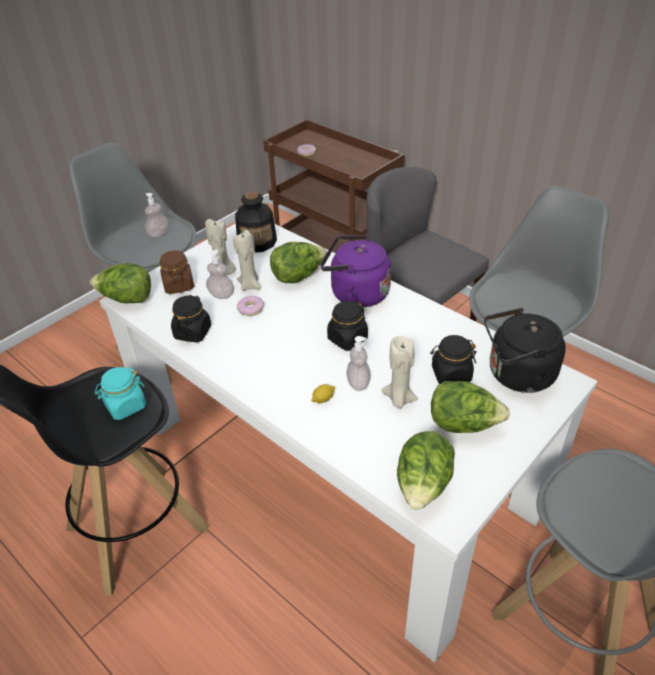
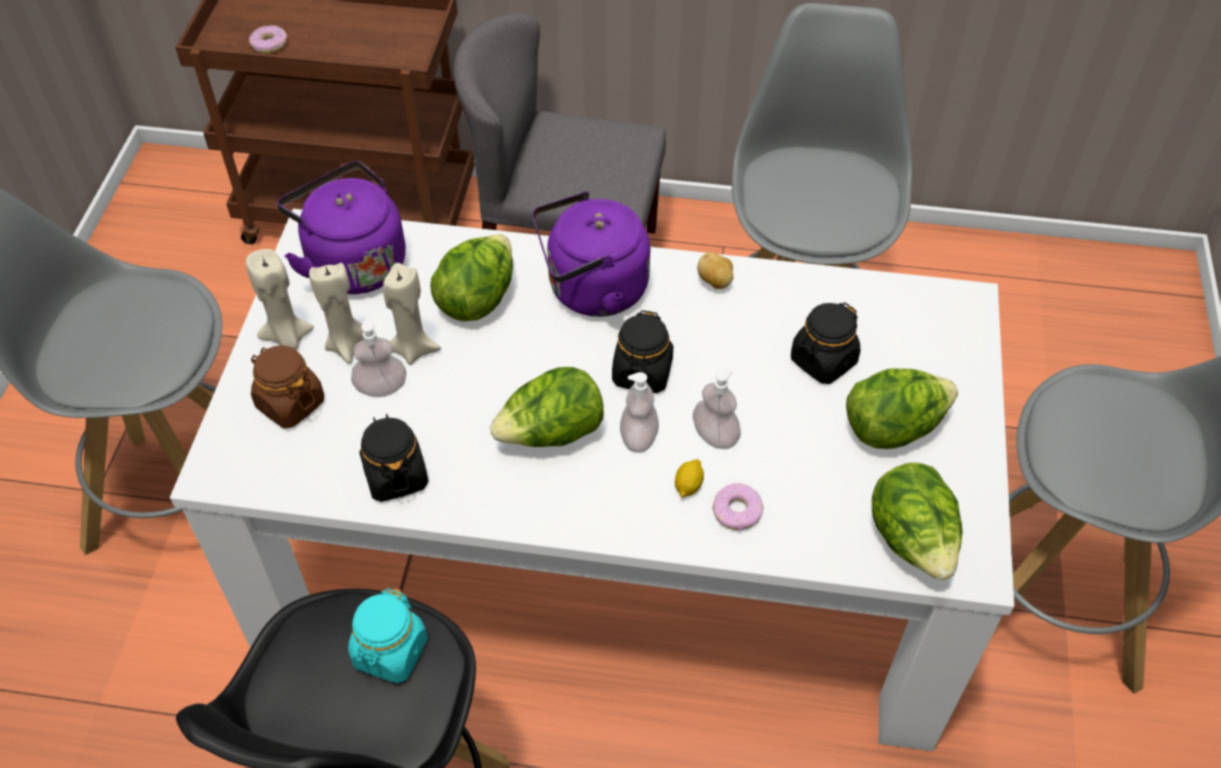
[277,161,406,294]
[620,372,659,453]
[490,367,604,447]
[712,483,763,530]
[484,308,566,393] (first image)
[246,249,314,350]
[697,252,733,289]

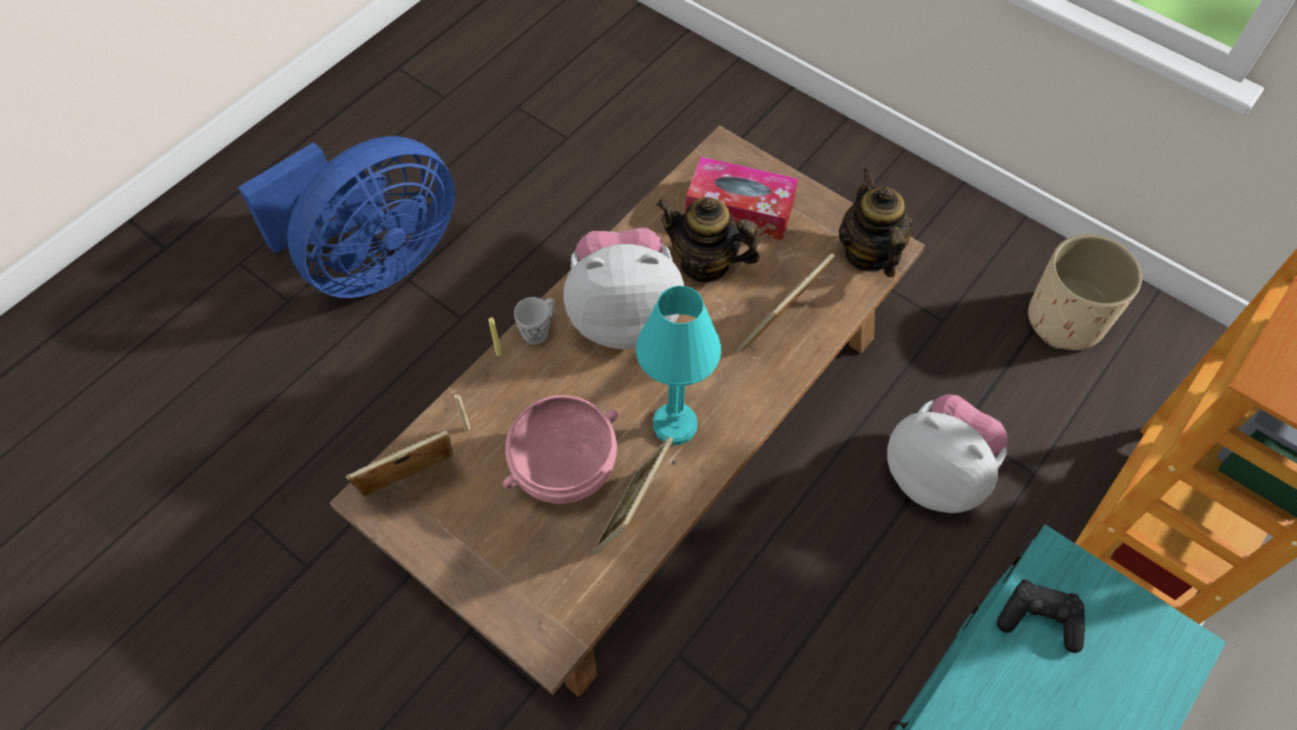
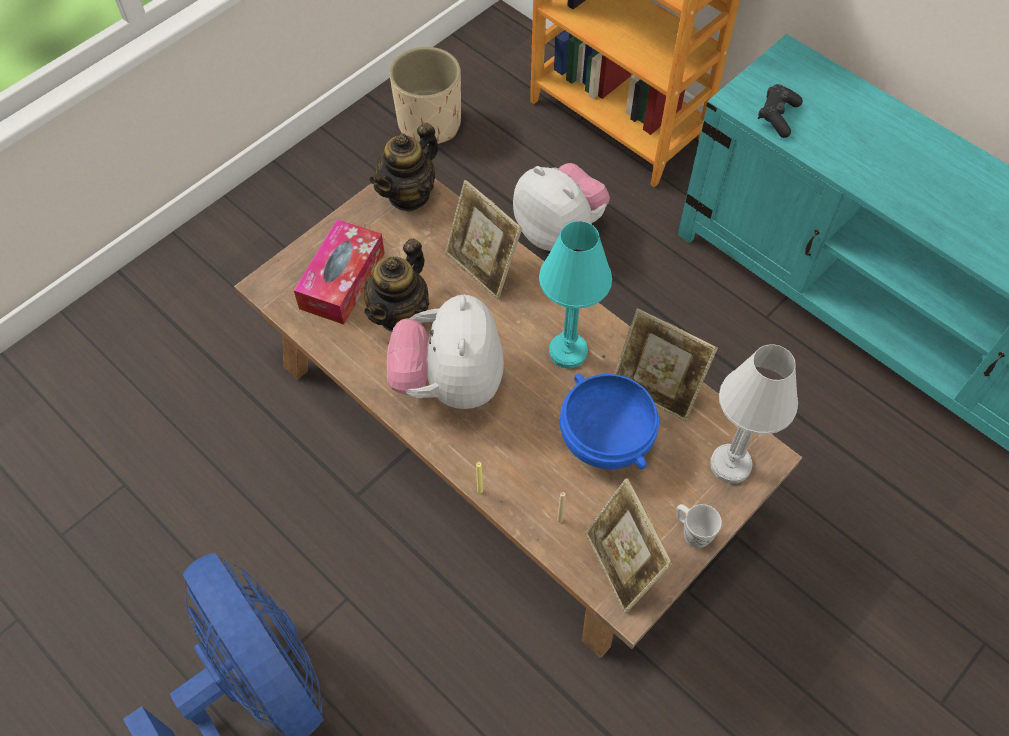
[369,123,439,212]
[677,504,722,548]
[513,163,610,251]
[560,374,659,469]
[710,344,798,484]

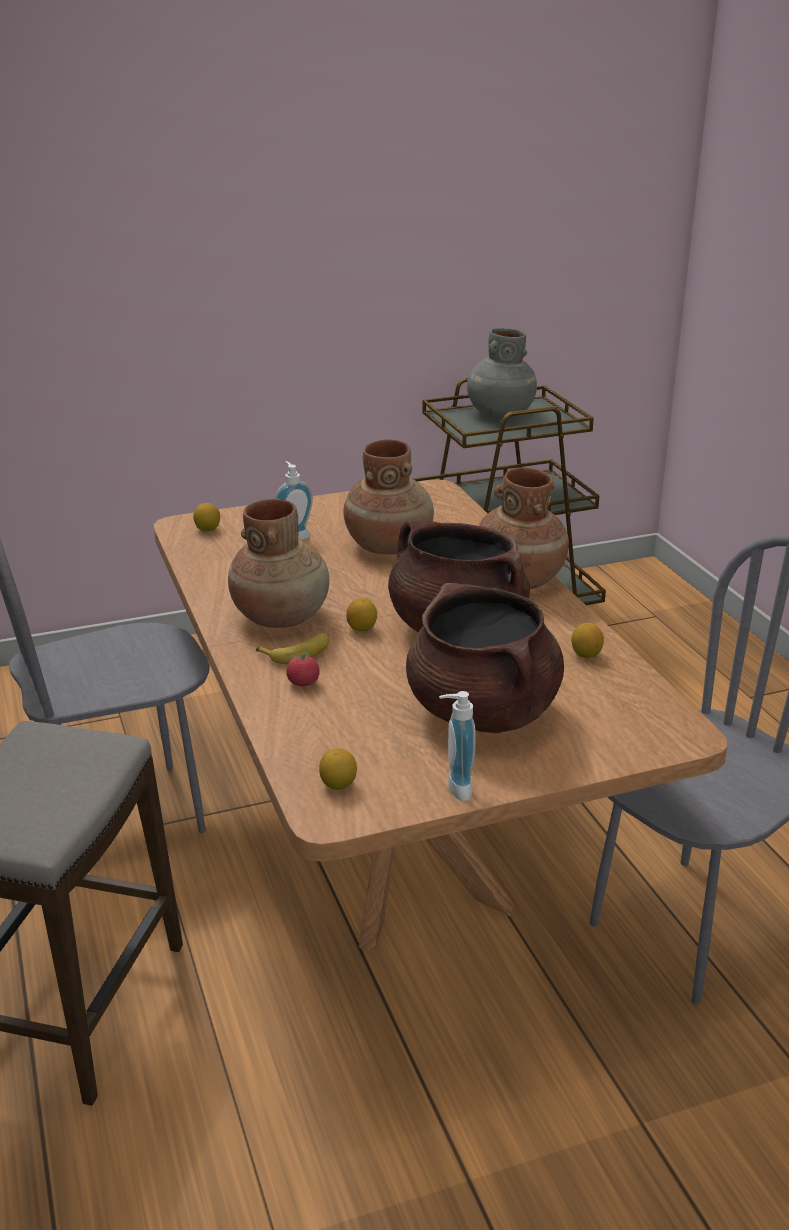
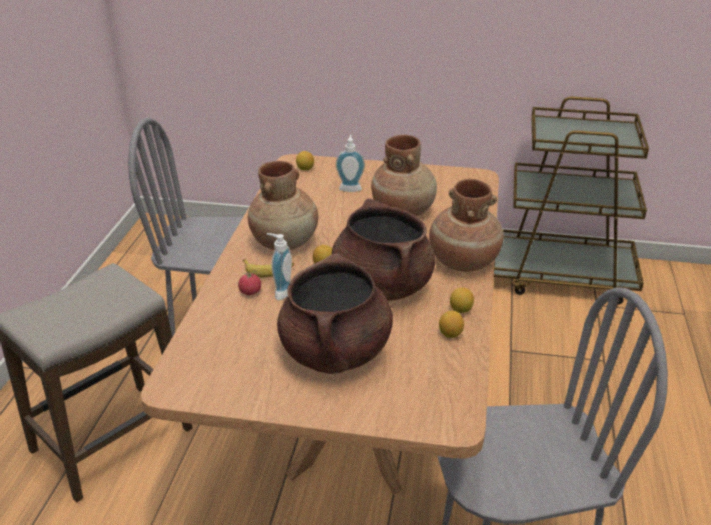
[467,328,537,419] (first image)
[267,233,292,300]
[450,287,474,313]

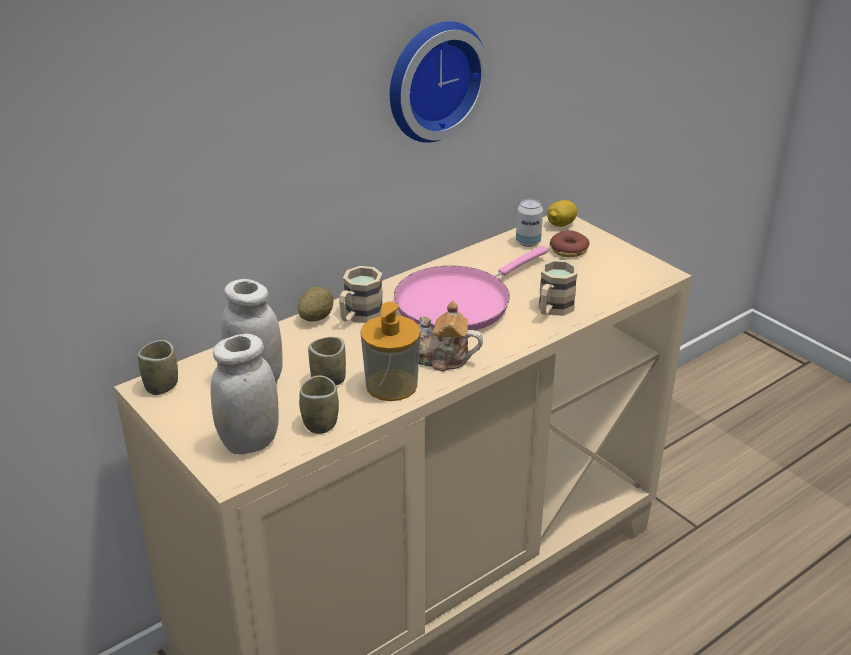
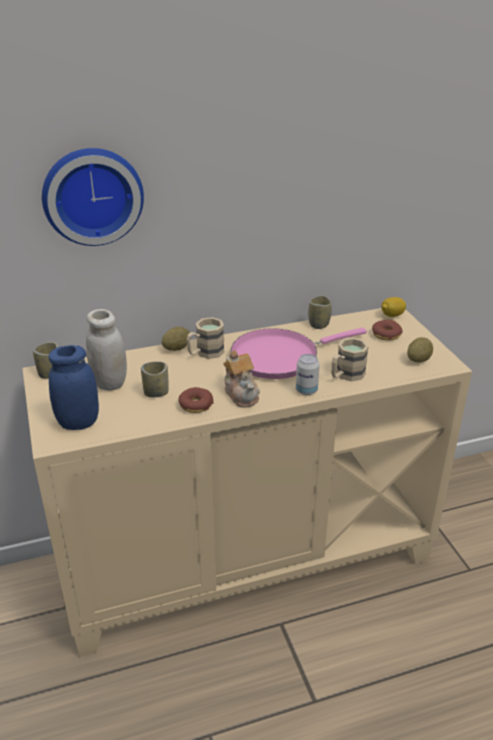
[42,148,144,246]
[296,354,320,395]
[223,350,260,408]
[178,387,214,413]
[49,345,99,430]
[308,295,332,329]
[407,337,433,363]

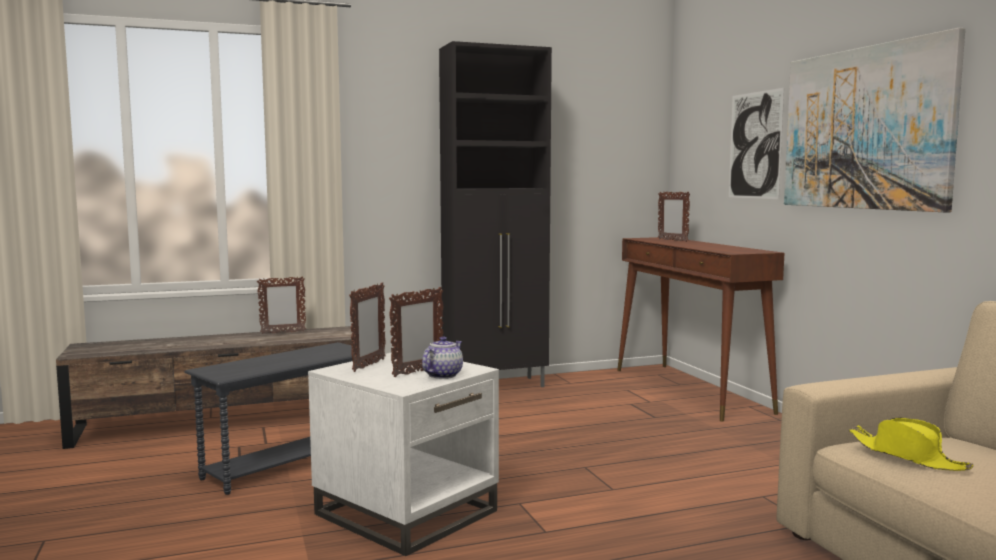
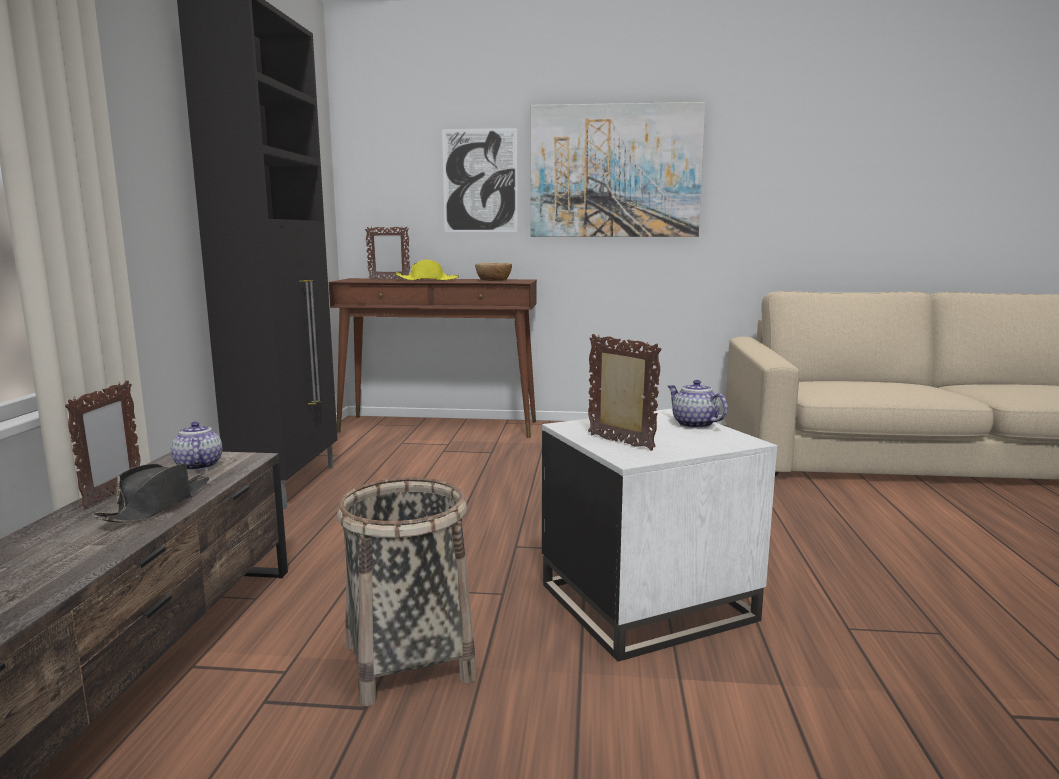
[389,287,444,377] (first image)
[337,477,476,706]
[395,260,459,281]
[475,263,512,281]
[171,422,222,471]
[92,464,210,523]

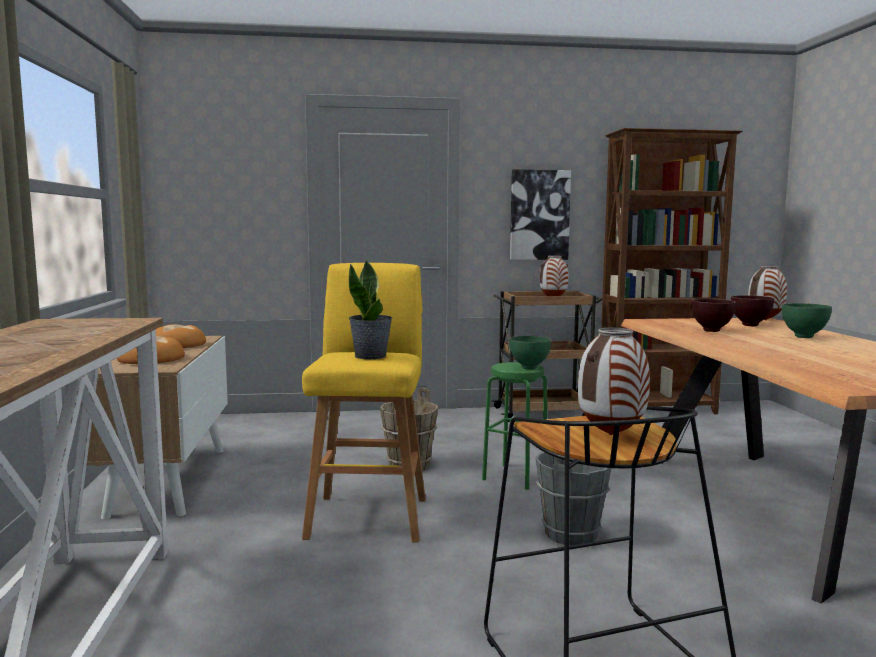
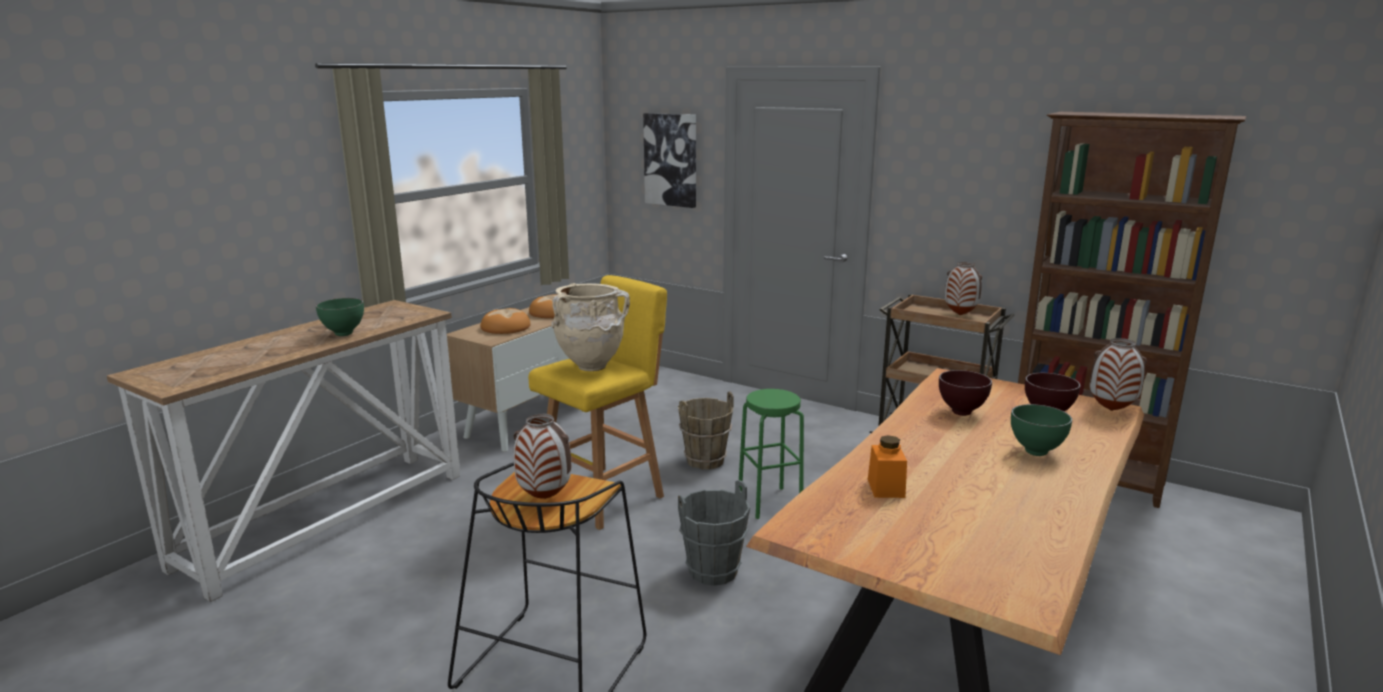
[643,113,696,208]
[551,283,630,371]
[316,298,364,336]
[868,435,907,498]

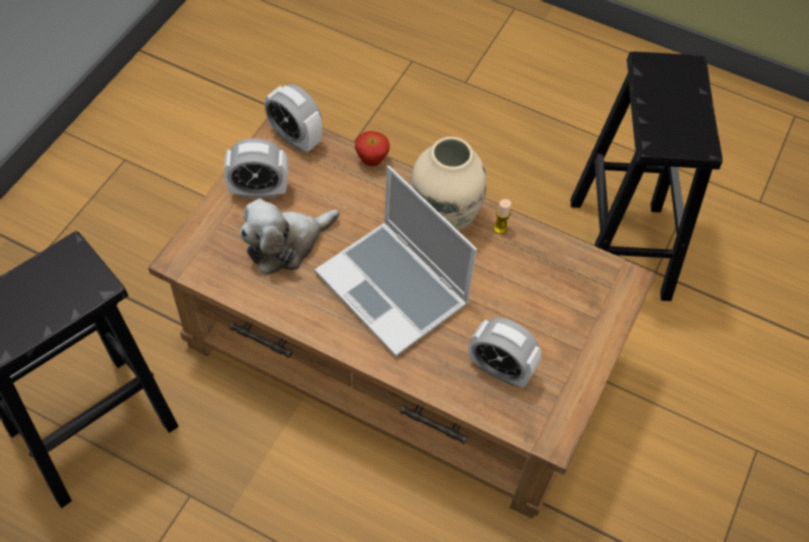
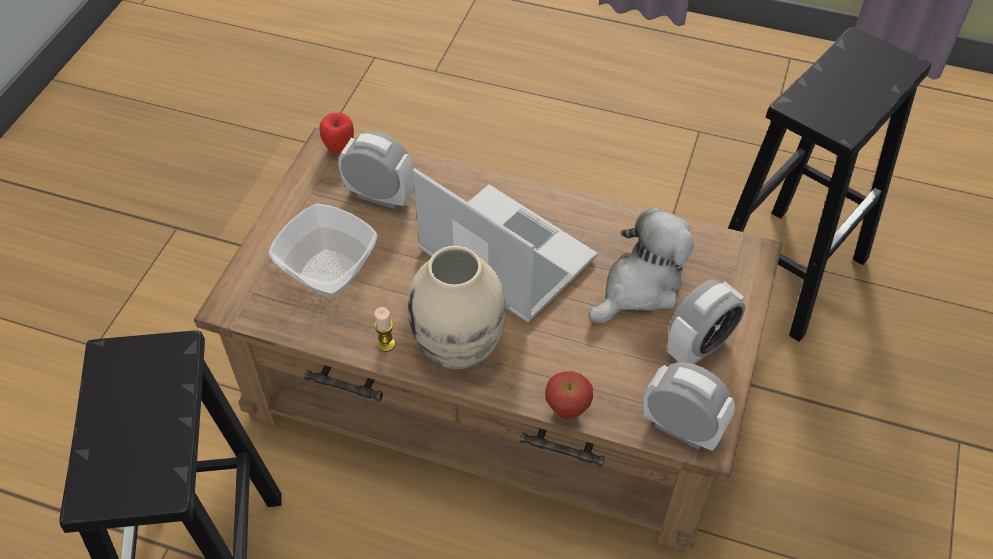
[668,280,745,365]
[319,113,354,154]
[268,204,378,297]

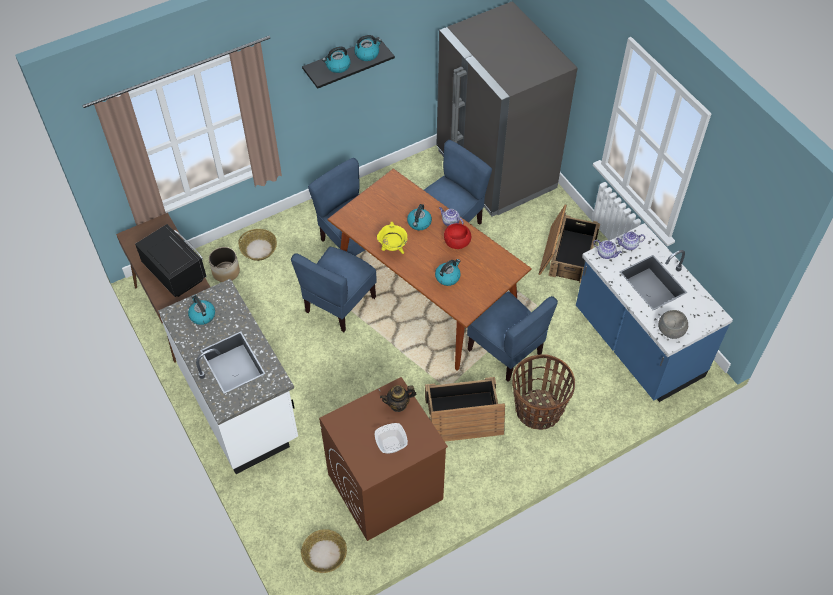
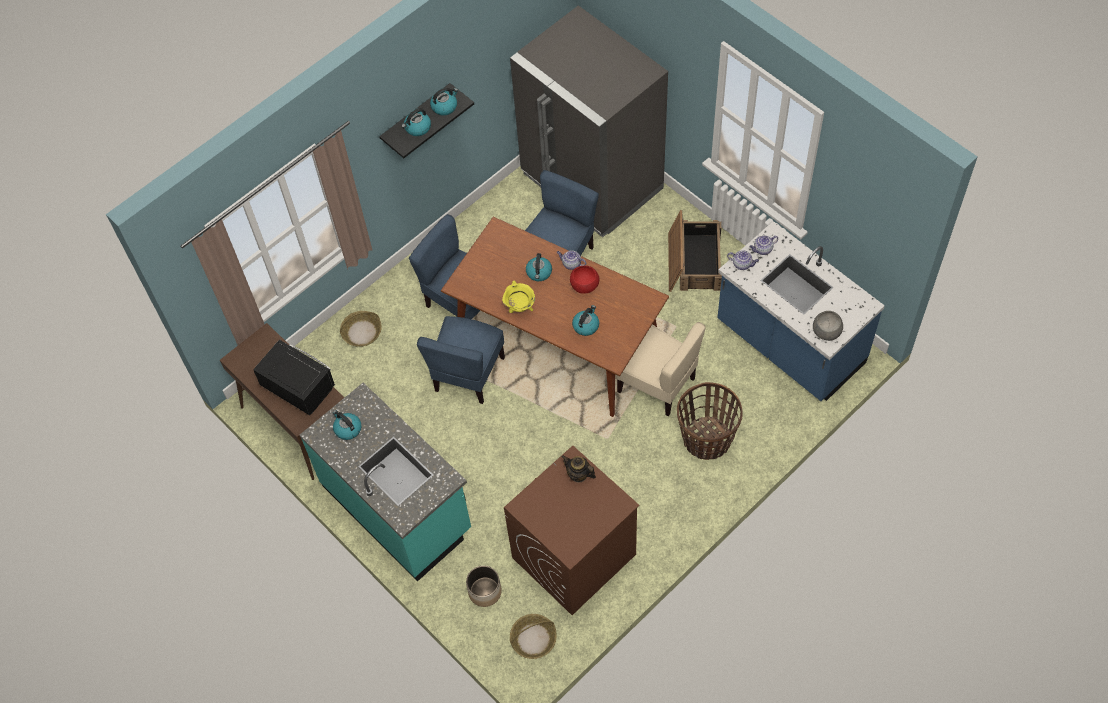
[466,566,502,607]
[300,383,471,582]
[615,322,706,416]
[425,377,505,442] (first image)
[562,455,596,483]
[375,423,408,454] (first image)

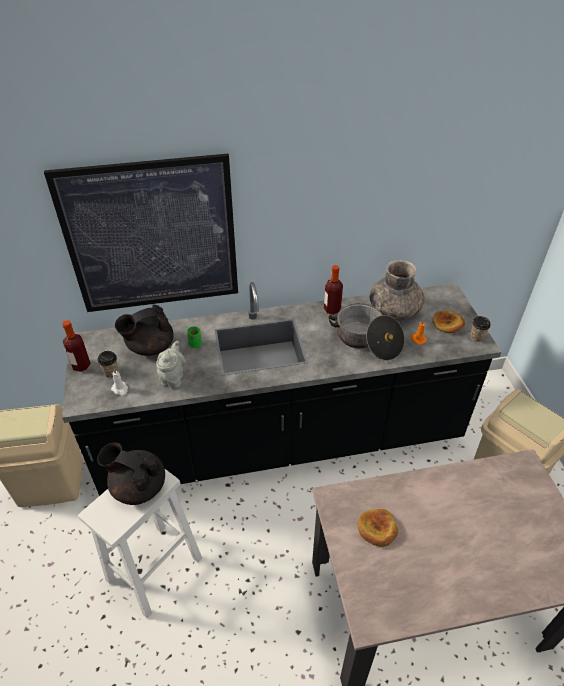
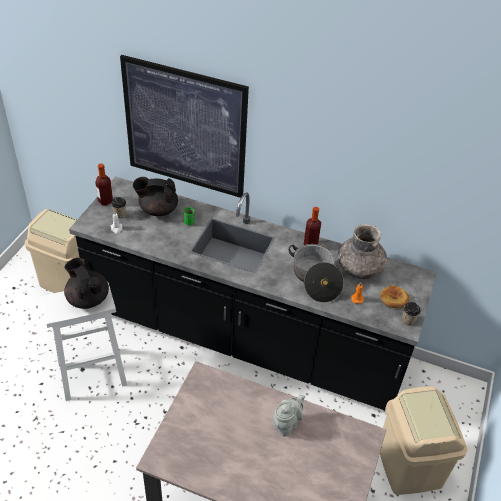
[273,395,305,436]
[358,509,398,547] (first image)

